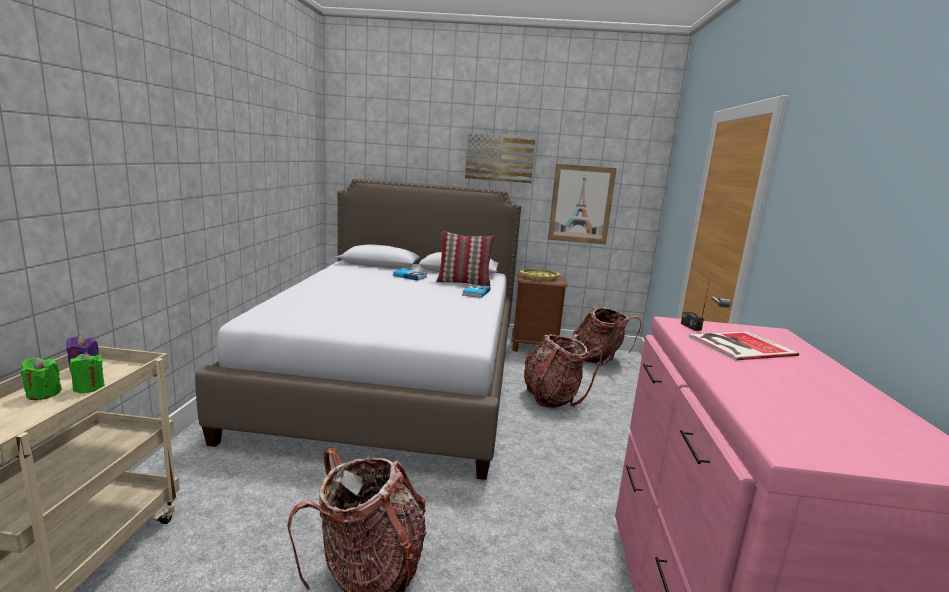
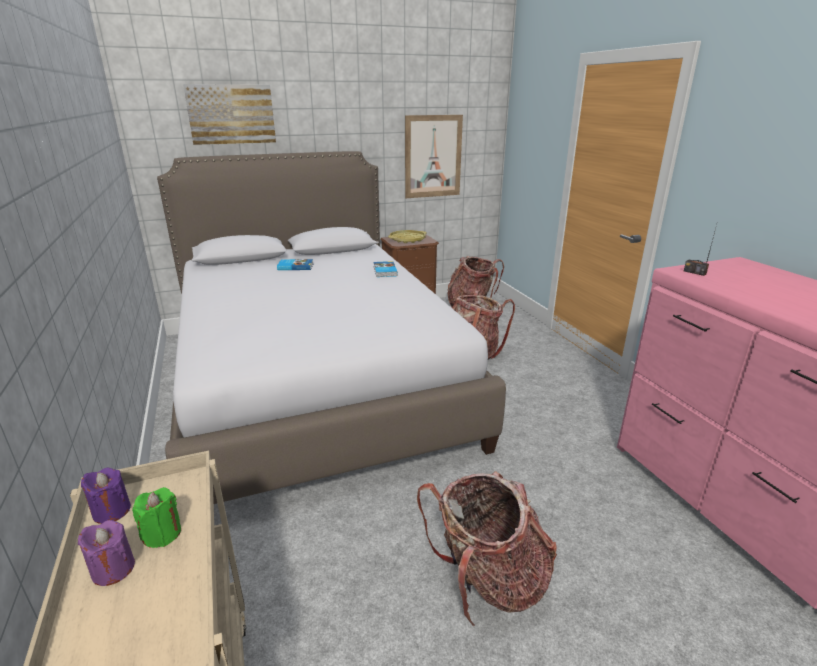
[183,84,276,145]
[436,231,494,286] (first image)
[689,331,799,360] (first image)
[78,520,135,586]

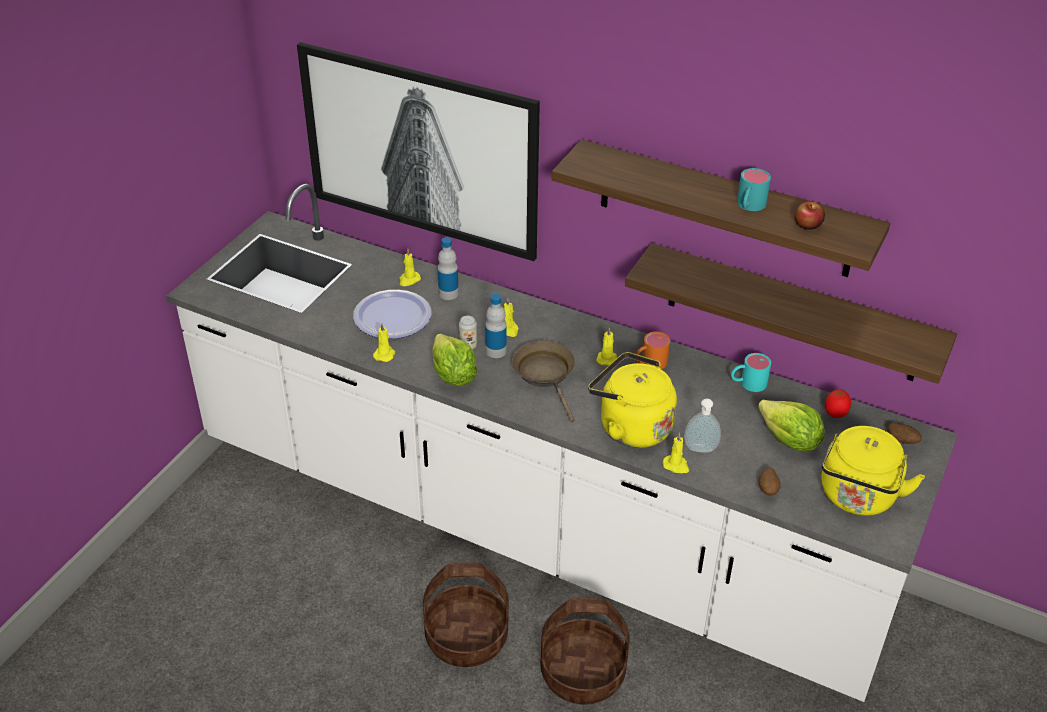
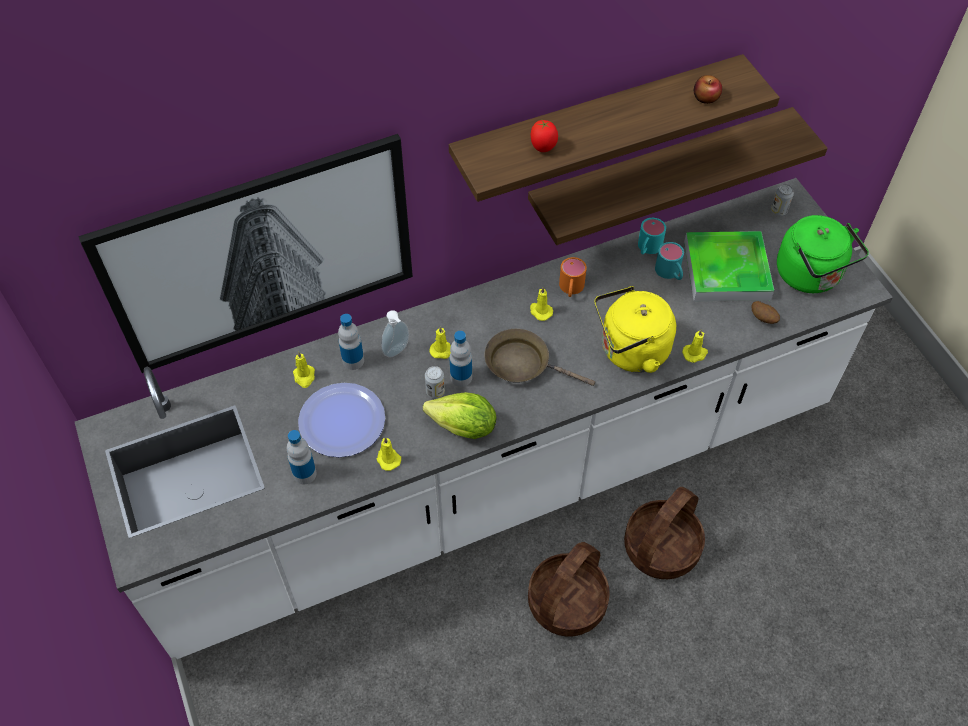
[655,242,684,280]
[531,120,558,152]
[381,310,409,358]
[684,231,774,301]
[771,184,794,216]
[777,215,869,293]
[287,430,317,484]

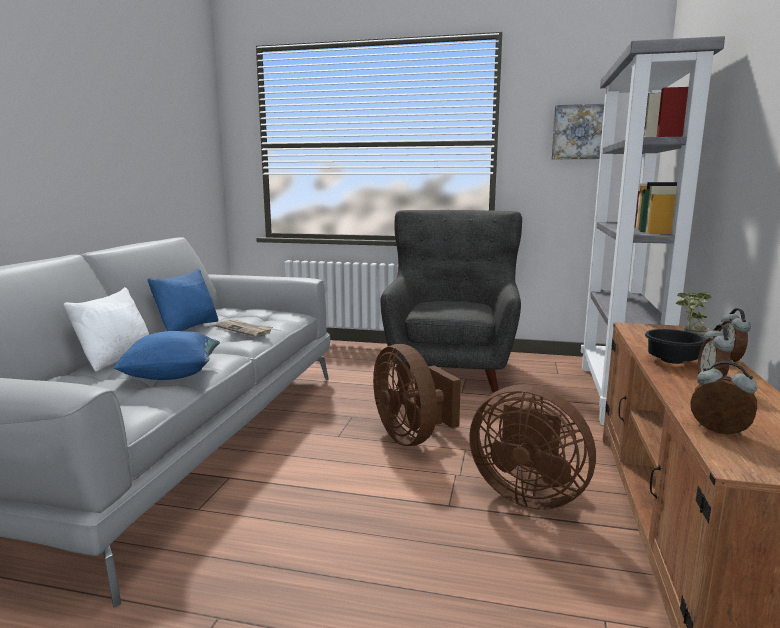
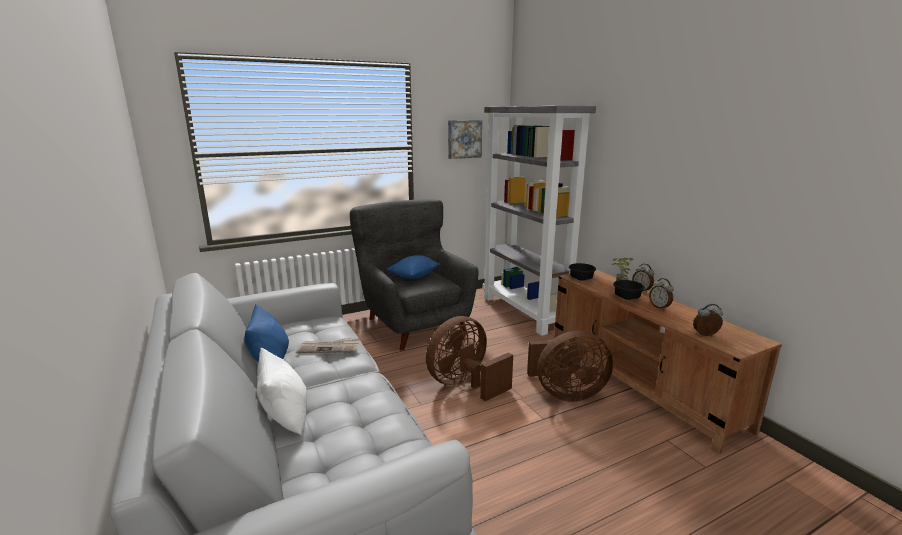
[387,255,440,279]
[426,316,513,401]
[569,263,596,281]

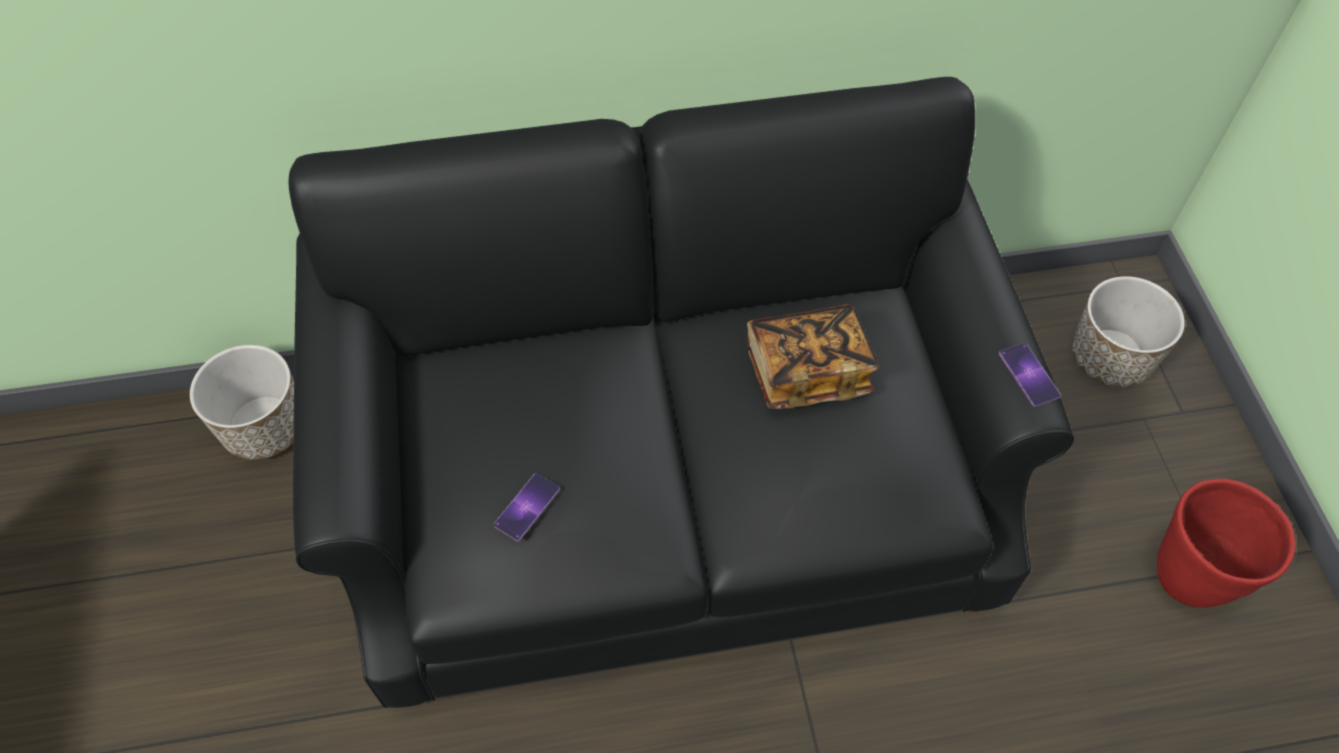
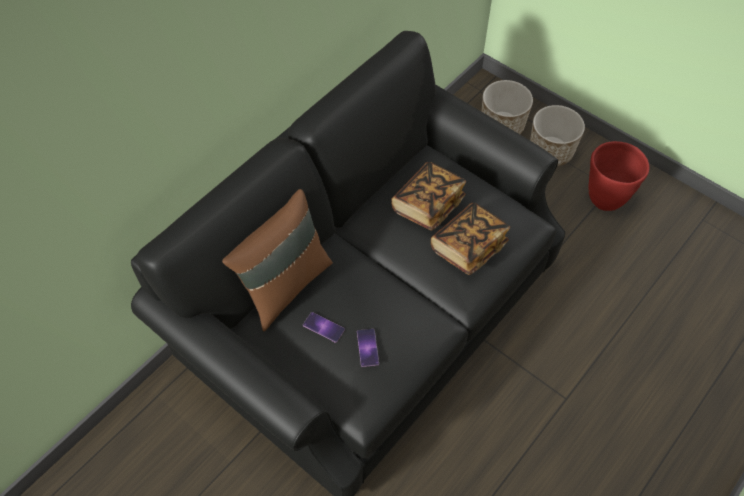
[303,312,345,343]
[530,105,585,166]
[222,189,333,331]
[431,203,510,275]

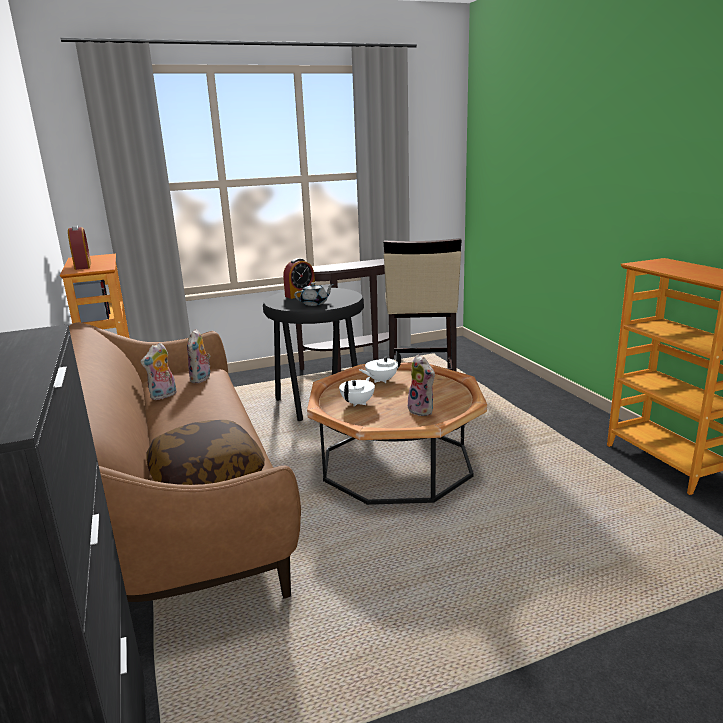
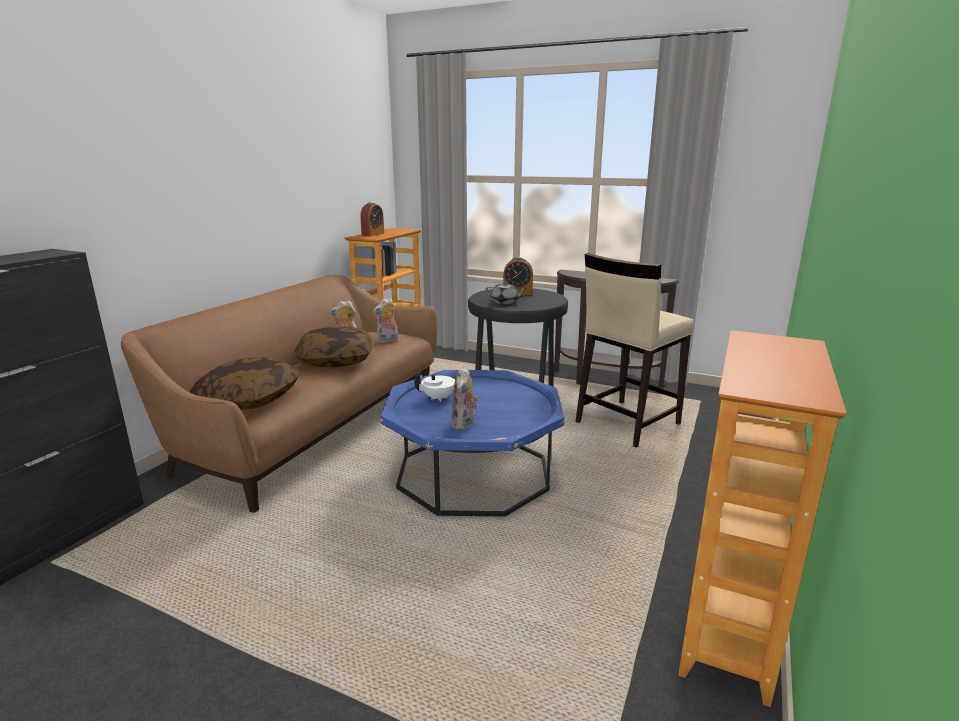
[359,351,401,383] (first image)
[380,370,565,516]
[295,326,374,367]

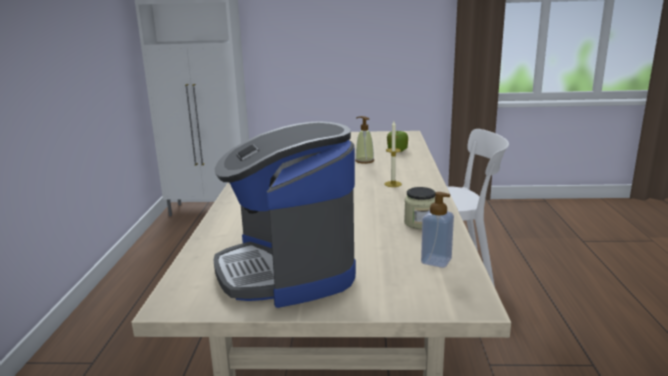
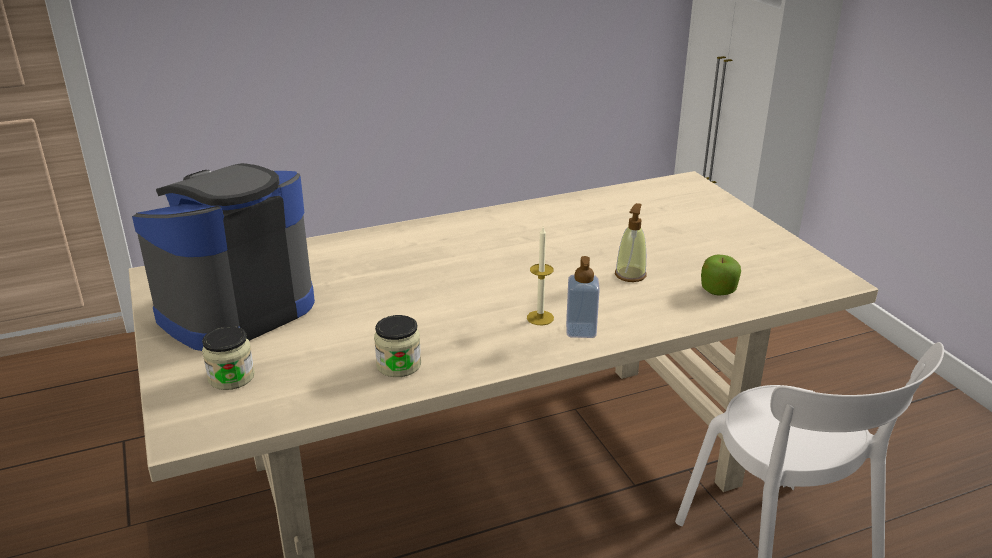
[566,256,600,338]
[202,326,255,390]

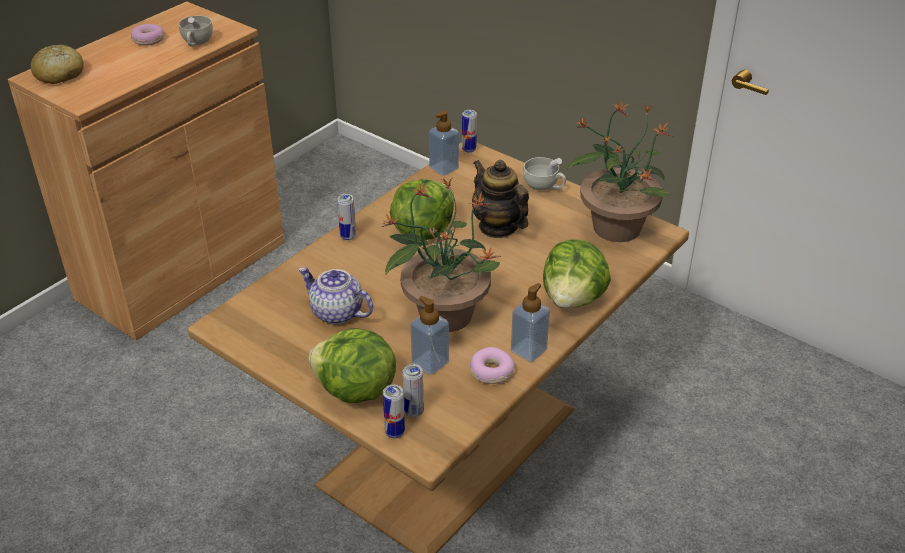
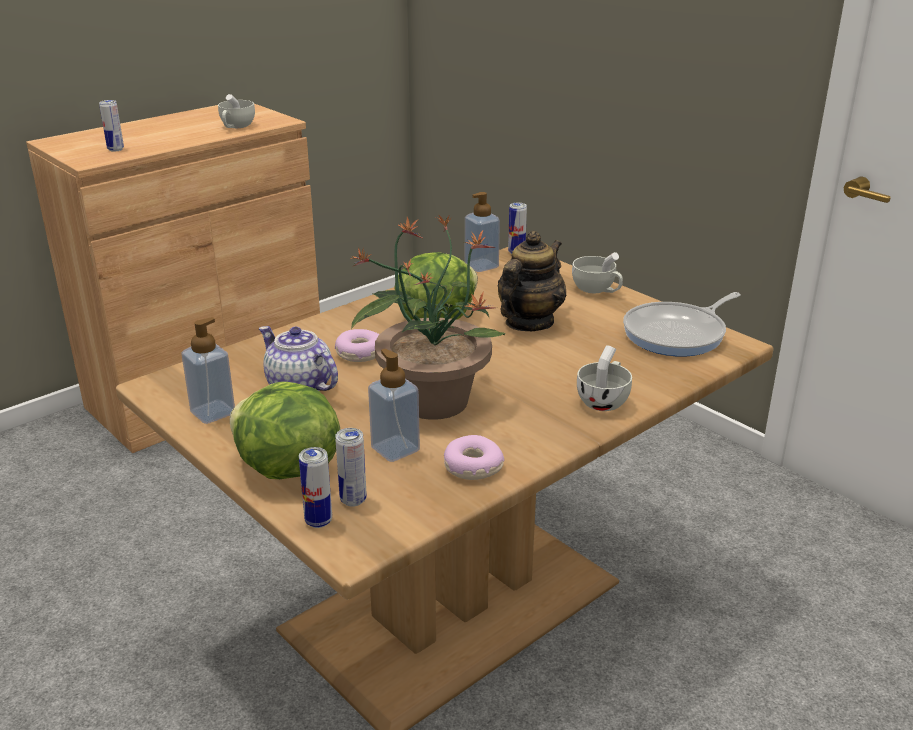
[335,329,379,362]
[31,45,84,84] (first image)
[623,292,741,357]
[497,231,567,331]
[99,100,124,152]
[577,345,632,411]
[181,317,235,424]

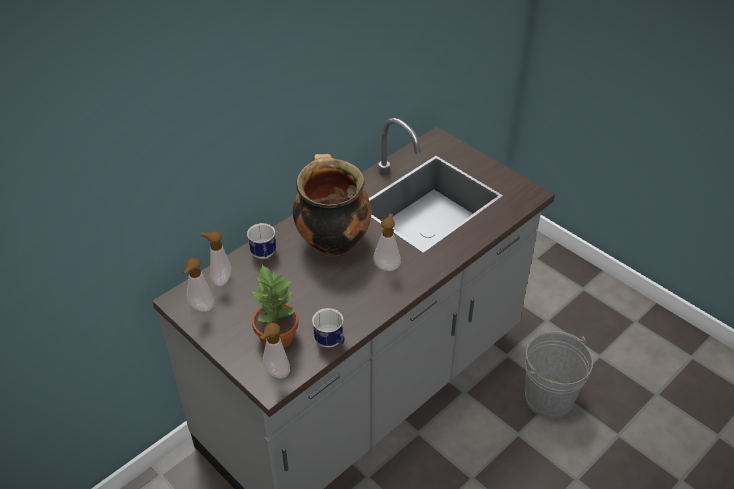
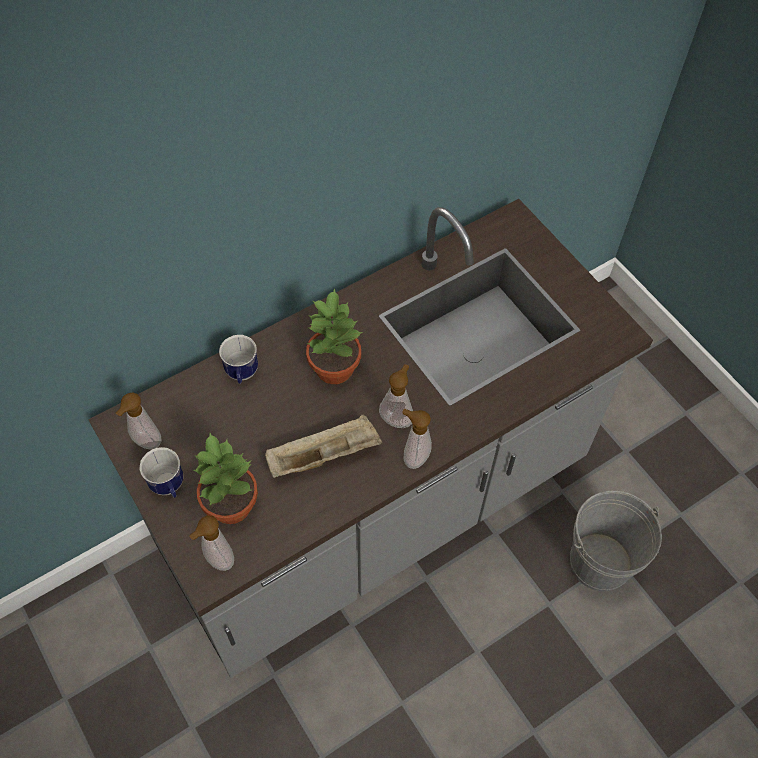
[306,289,363,384]
[402,409,432,469]
[140,447,183,498]
[265,415,382,478]

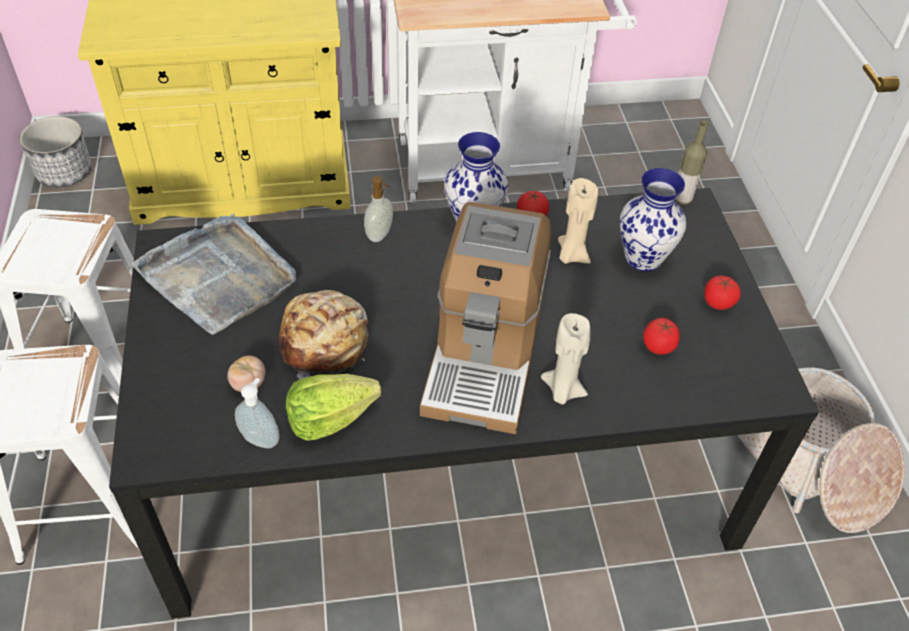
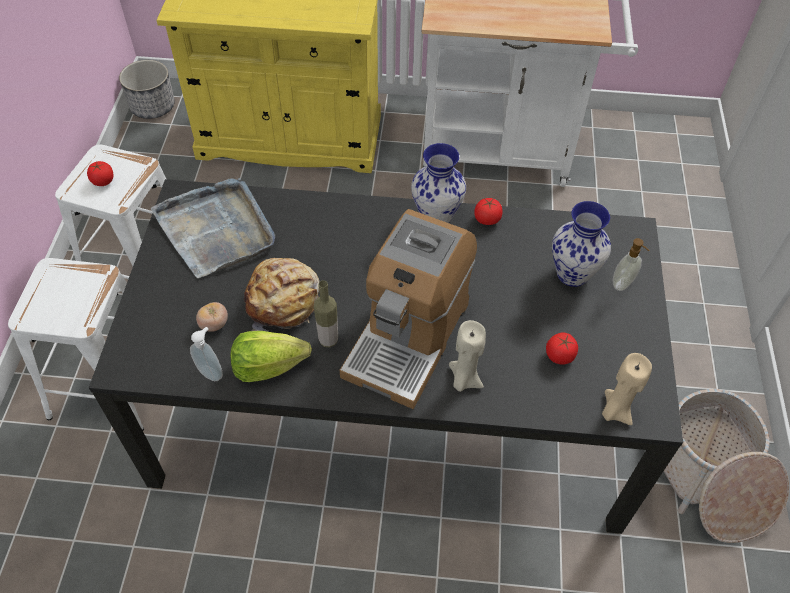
[314,280,338,347]
[613,238,649,291]
[602,353,652,425]
[87,161,113,186]

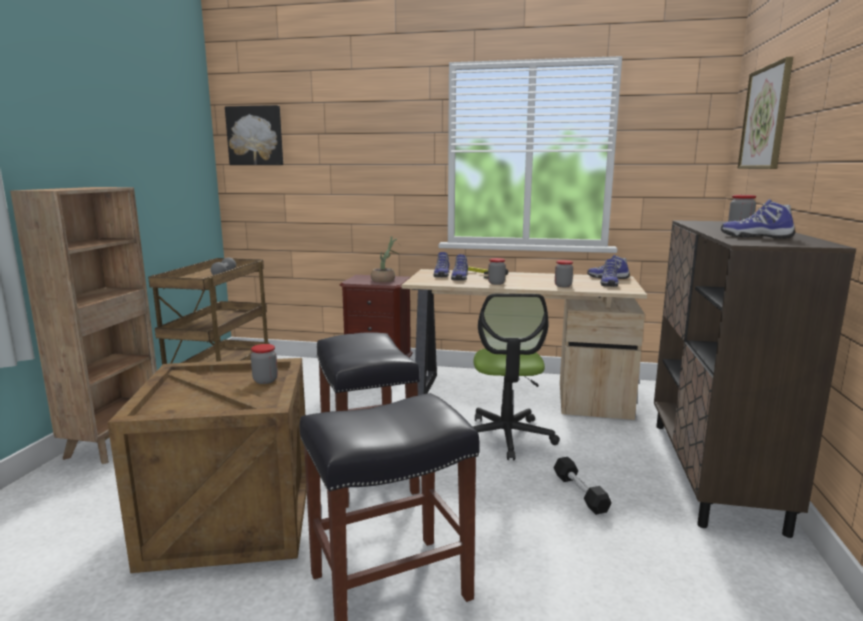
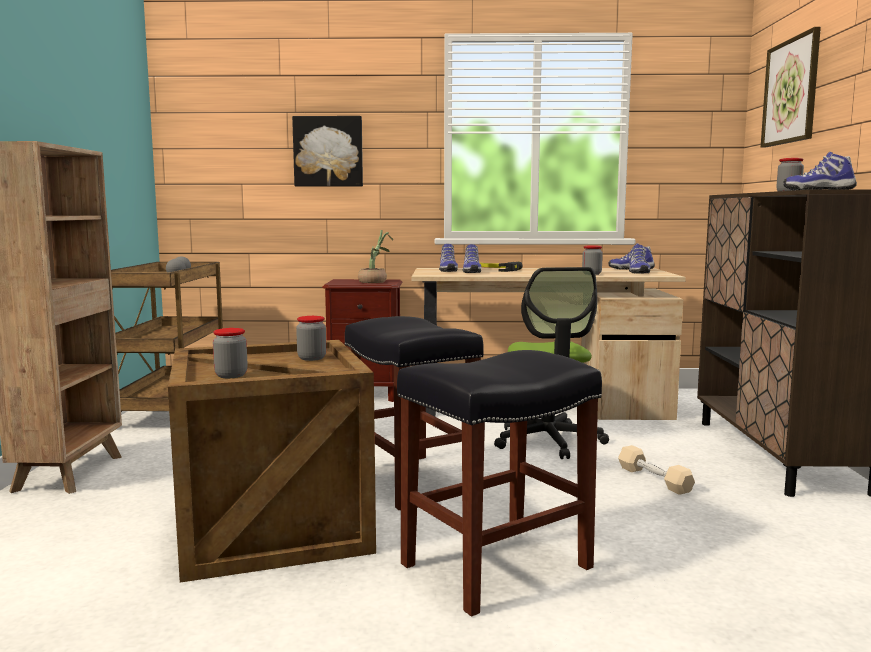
[292,116,363,186]
[213,328,248,378]
[618,445,695,495]

